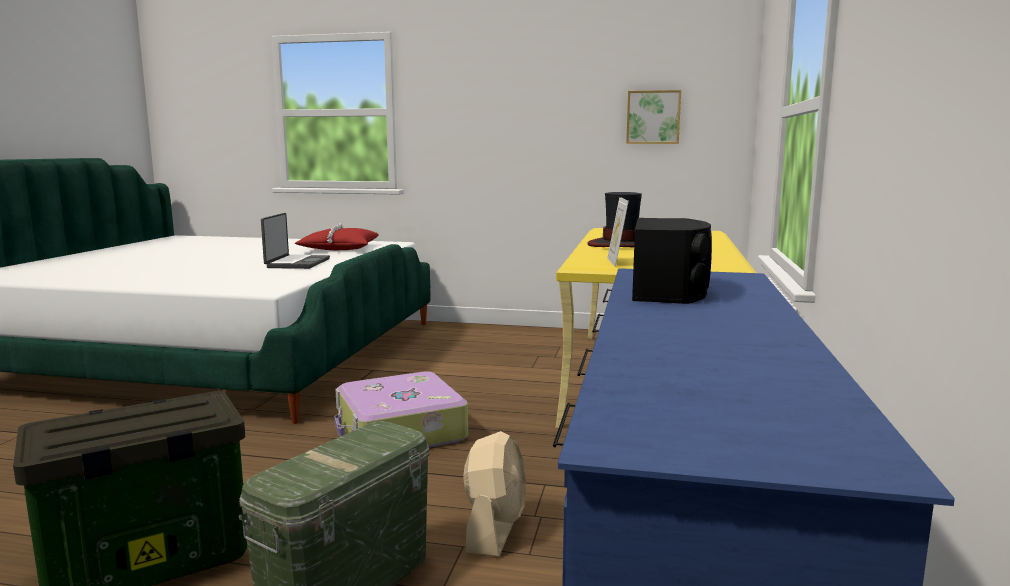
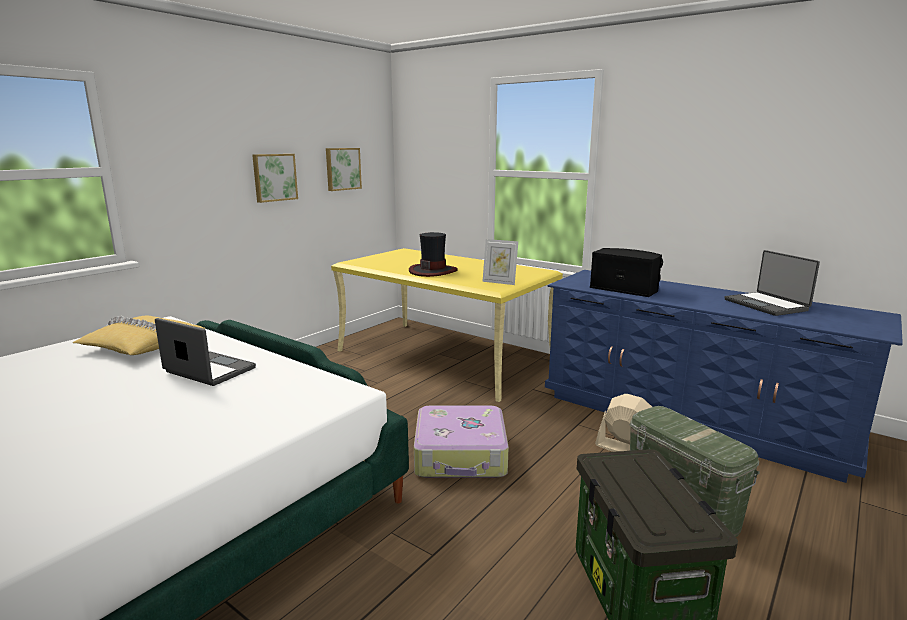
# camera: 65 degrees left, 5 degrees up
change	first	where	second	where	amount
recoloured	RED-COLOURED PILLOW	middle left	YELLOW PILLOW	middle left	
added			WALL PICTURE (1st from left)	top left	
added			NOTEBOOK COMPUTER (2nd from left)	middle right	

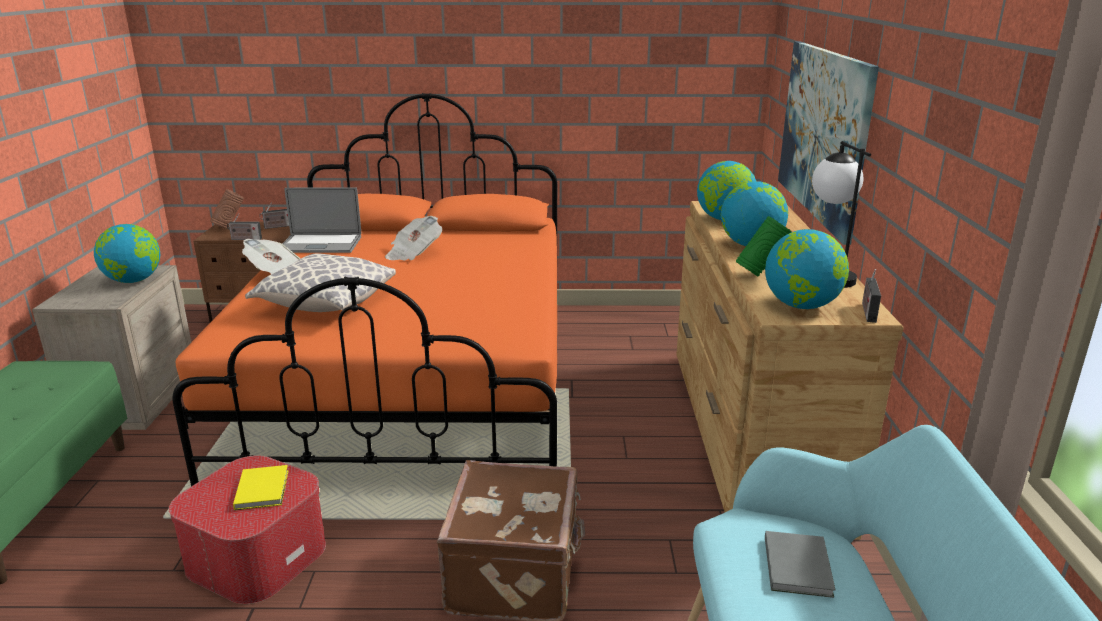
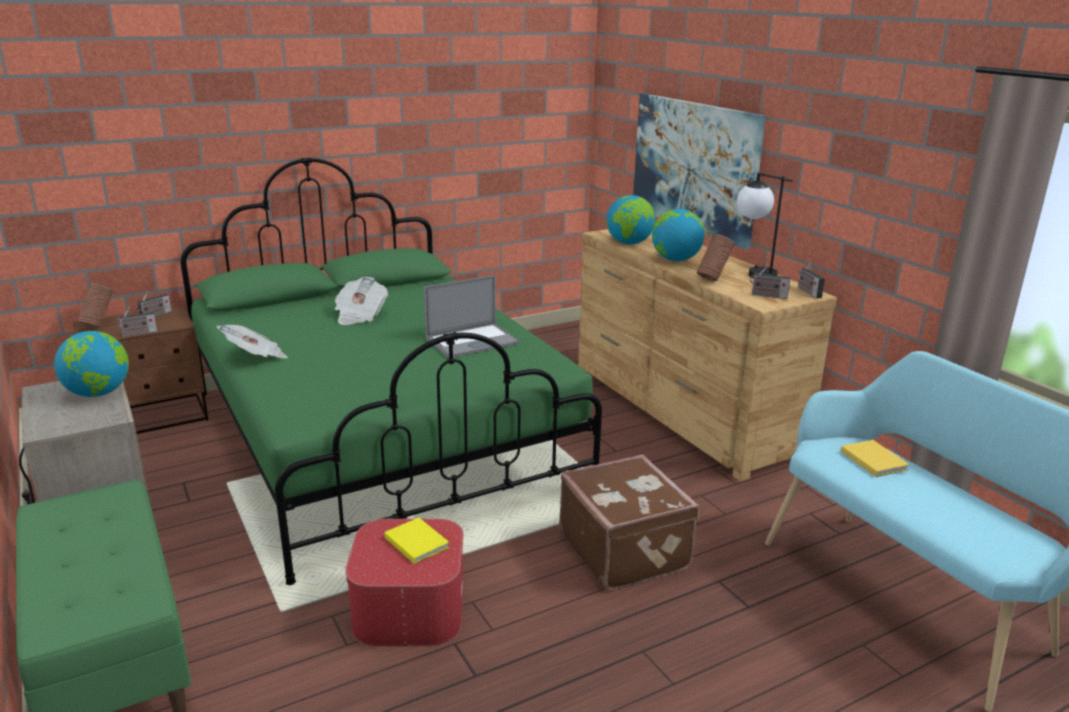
# camera: 30 degrees left, 0 degrees up
change	first	where	second	where	amount
recoloured	ORANGEY BEDROOM BED	middle left	GREEN-COLOURED BEDROOM BED	centre	
moved	NOTEBOOK COMPUTER	middle left		centre	
recoloured	GREEN-COLOURED DECORATIVE VASE	middle right	BROWN-COLOURED DECORATIVE VASE (2nd from left)	middle right	
replaced	GLOBE (4th from left)	middle right	RADIO (3rd from left)	middle right	
recoloured	GREY VOLUME	bottom right	YELLOW VOLUME (2nd from left)	middle right	
removed	PILLOW	middle left			

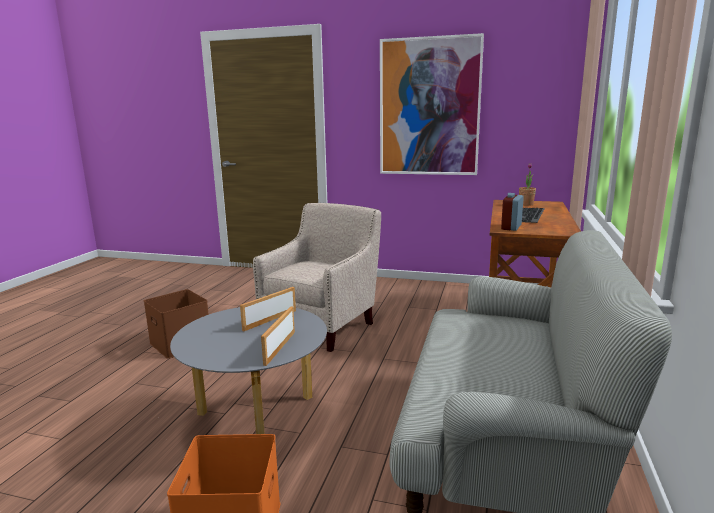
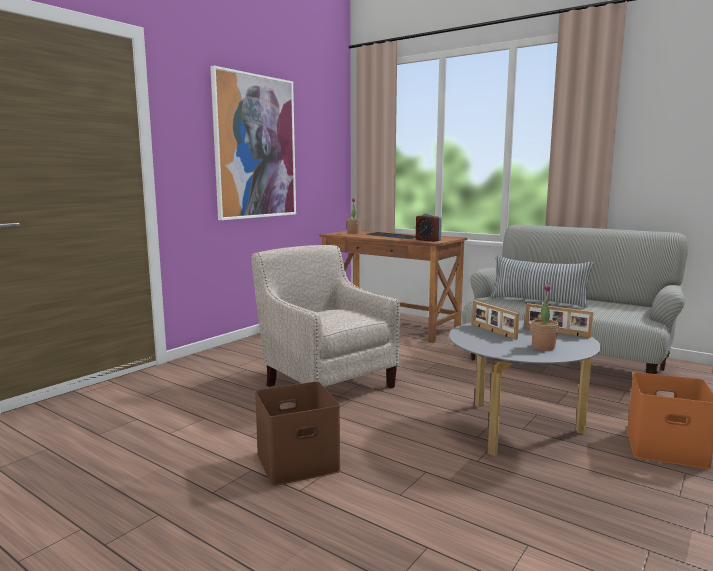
# camera: 70 degrees left, 5 degrees down
change	first	where	second	where	amount
added			PILLOW	middle right	
added			PLANT IN A POT (2nd from left)	middle right	

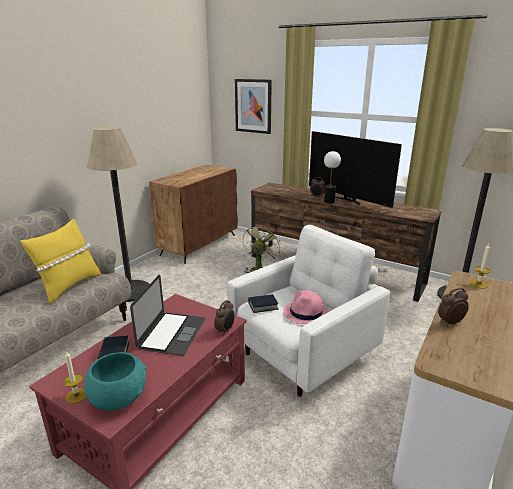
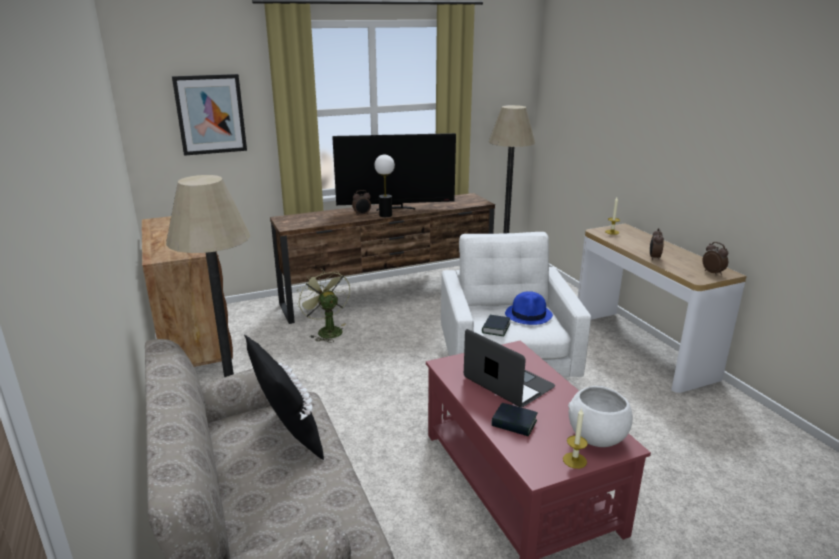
# camera: 55 degrees left, 0 degrees up
change	first	where	second	where	amount
recoloured	YELLOW PILLOW	middle left	BLACK-COLOURED PILLOW	bottom centre	
recoloured	PINKISH WEARABLE HAT	centre	BLUE-COLOURED WEARABLE HAT	centre	
recoloured	TURQUOISE-COLOURED SERVING BOWL	bottom left	WHITE SERVING BOWL	bottom right	
moved	TABLE CLOCK (1st from left in the first image)	centre	TABLE CLOCK (3rd from left)	middle right	

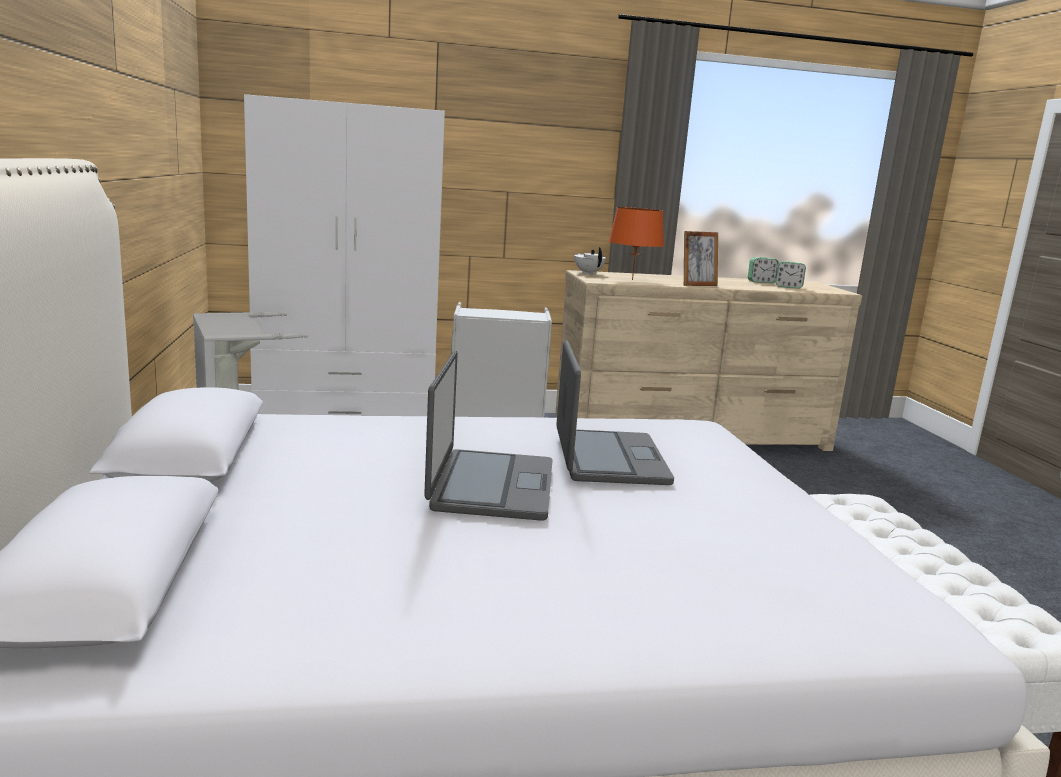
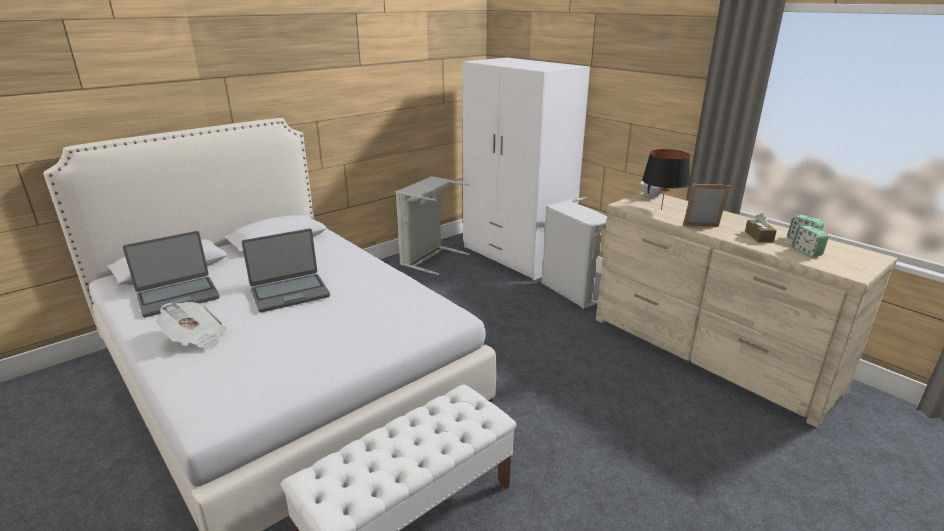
# camera: 60 degrees right, 10 degrees up
change	first	where	second	where	amount
moved	NOTEBOOK COMPUTER (2nd from left in the first image)	centre	NOTEBOOK COMPUTER (1st from left)	middle left	
added			PRINTED PAPER	middle left	
recoloured	ORANGEY TABLE LAMP	top centre	BLACK-COLOURED TABLE LAMP	middle right	
turned	PICTURE FRAME	top centre		middle right	150 degrees clockwise
added			BROWN-COLOURED TISSUE HOLDER	middle right	

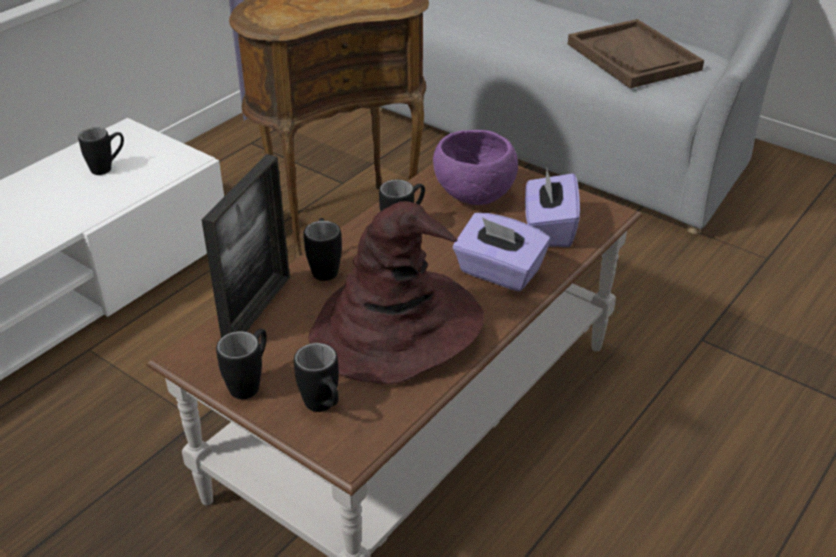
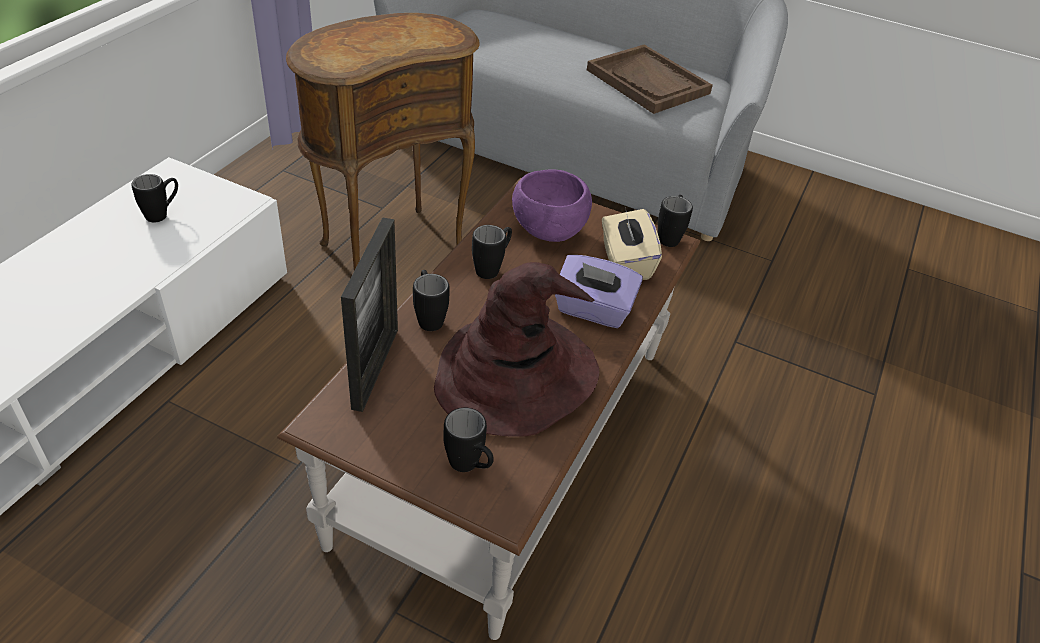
# camera: 15 degrees left, 5 degrees up
change	first	where	second	where	amount
recoloured	PURPLISH TISSUE HOLDER (2nd from left)	centre	BEIGE-COLOURED TISSUE HOLDER	centre	
moved	BLACK-COLOURED TEA MUG (2nd from left in the first image)	middle left	BLACK-COLOURED TEA MUG (5th from left)	centre	

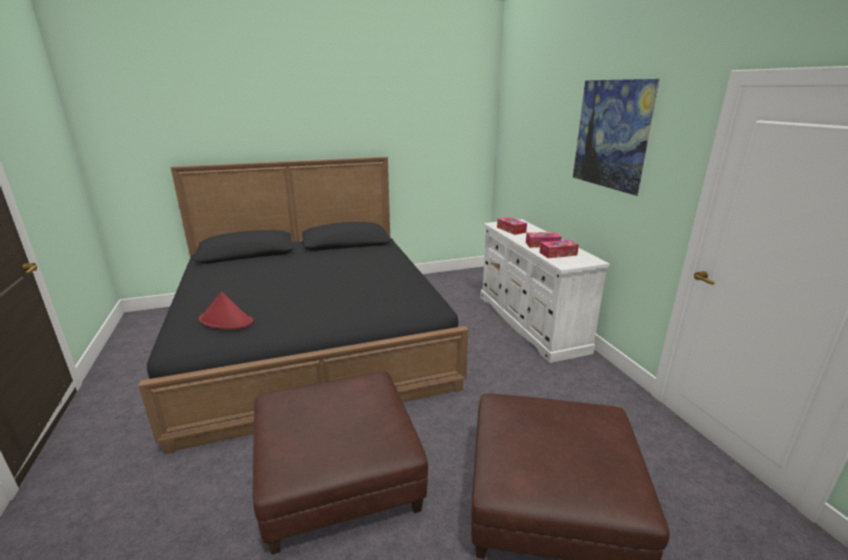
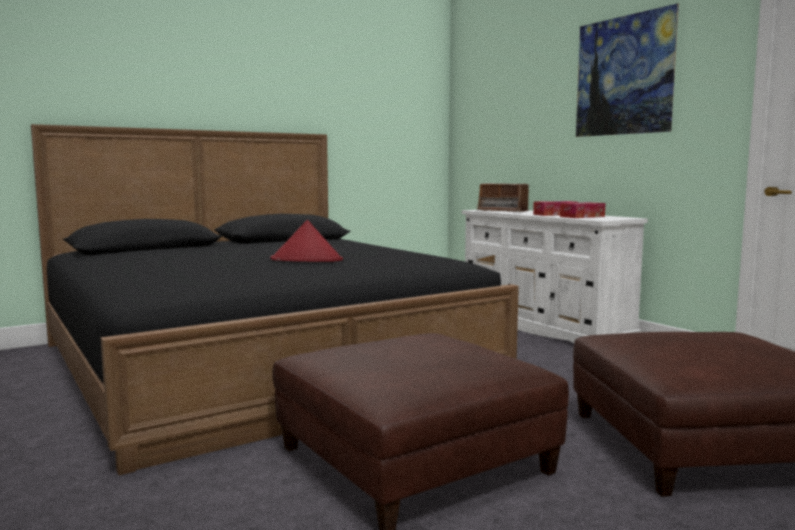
# camera: 15 degrees left, 15 degrees down
change	first	where	second	where	amount
moved	RED-COLOURED WEARABLE HAT	middle left		centre	
replaced	TISSUE HOLDER (1st from left)	centre	RADIO	centre	

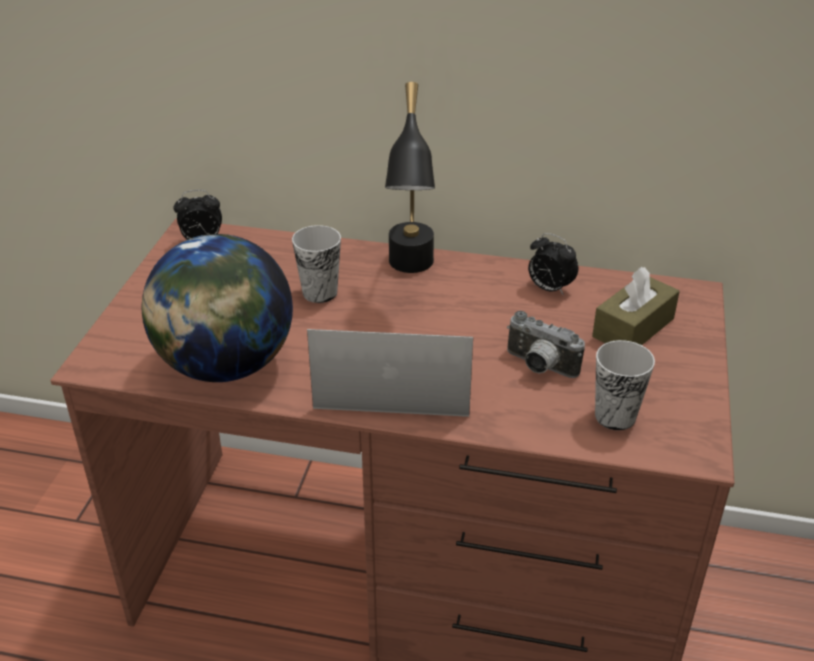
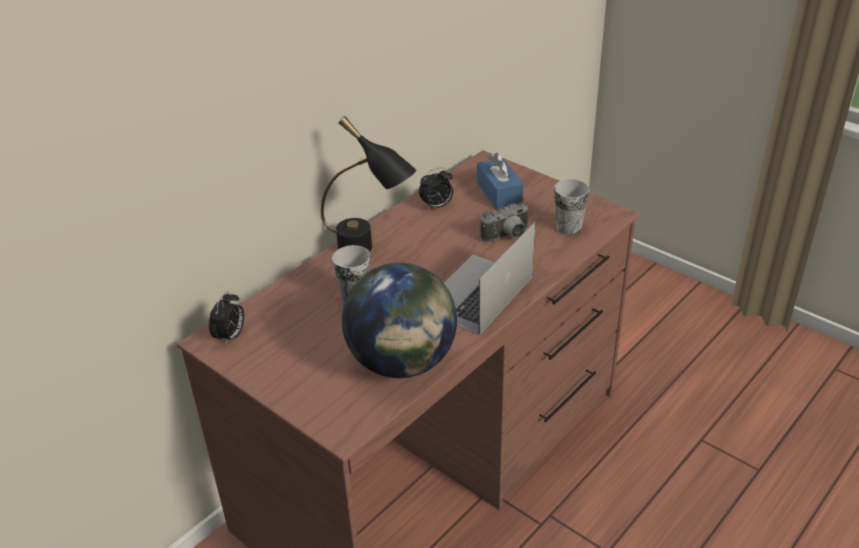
# camera: 60 degrees left, 0 degrees up
change	first	where	second	where	amount
recoloured	BROWN-COLOURED TISSUE HOLDER	middle right	BLUE-COLOURED TISSUE HOLDER	top centre	

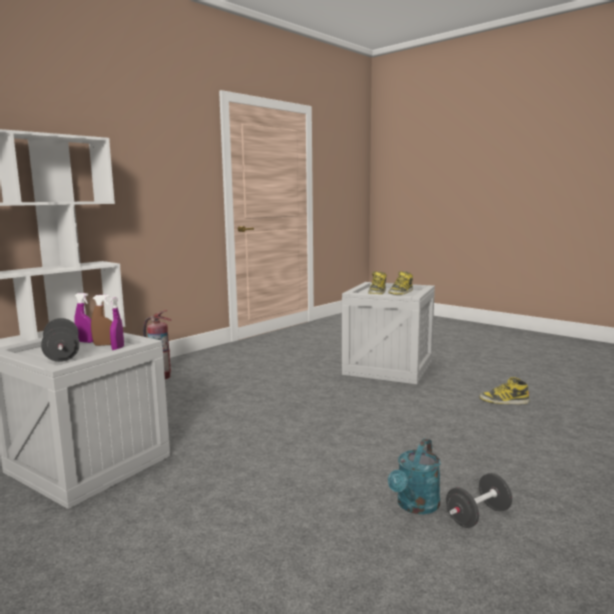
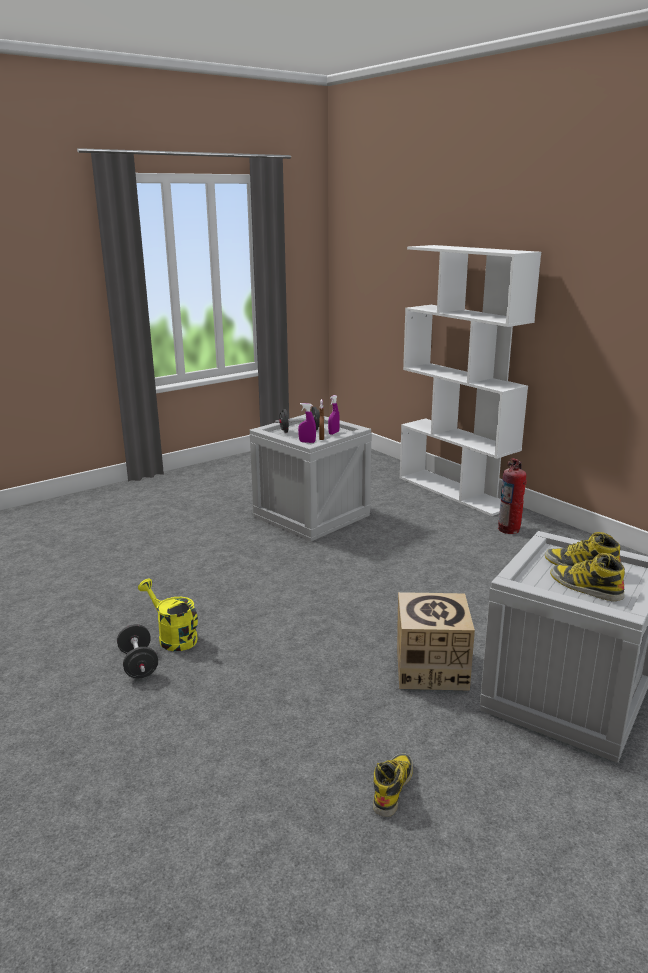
# camera: 100 degrees right, 10 degrees up
change	first	where	second	where	amount
recoloured	TURQUOISE-COLOURED WATERING CAN	bottom right	YELLOW WATERING CAN	middle left	
added			CARDBOARD BOX	middle right	

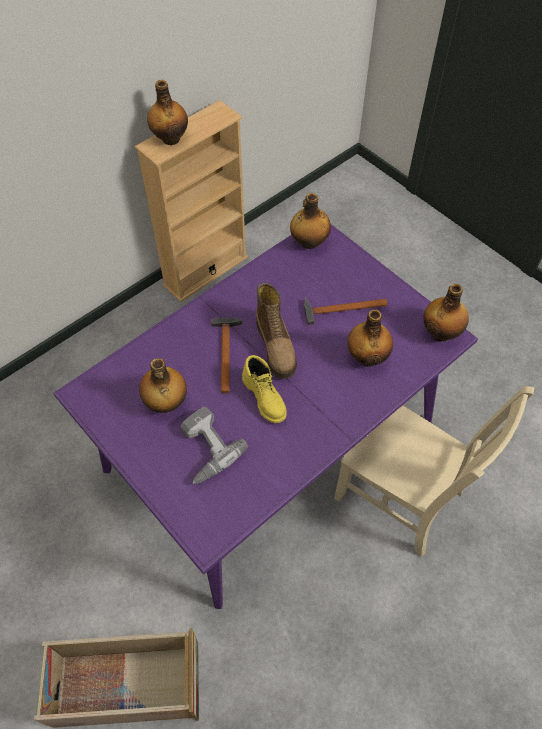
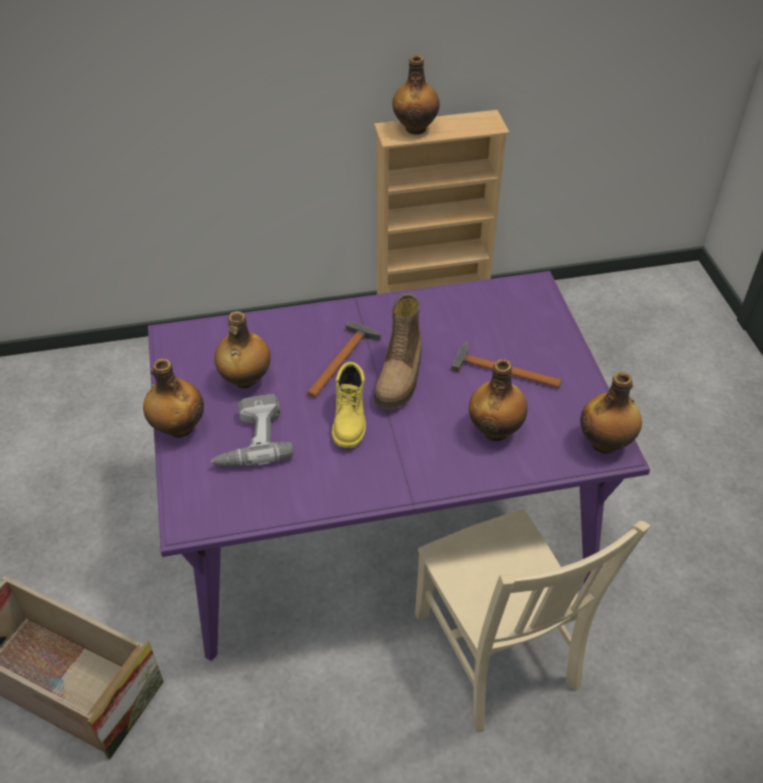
# camera: 30 degrees right, 10 degrees down
change	first	where	second	where	amount
moved	BEVERAGE BOTTLE (3rd from left in the first image)	top centre	BEVERAGE BOTTLE (1st from left)	middle left	

